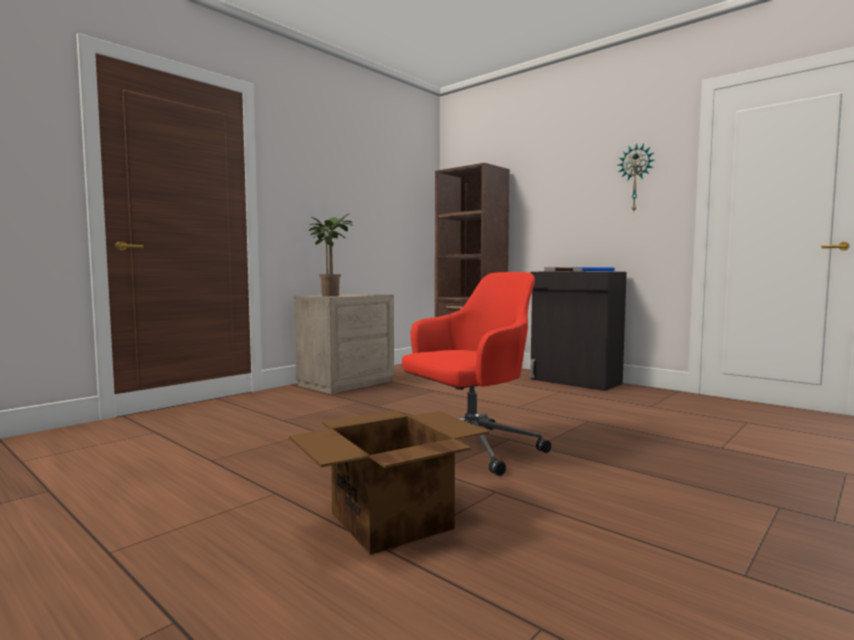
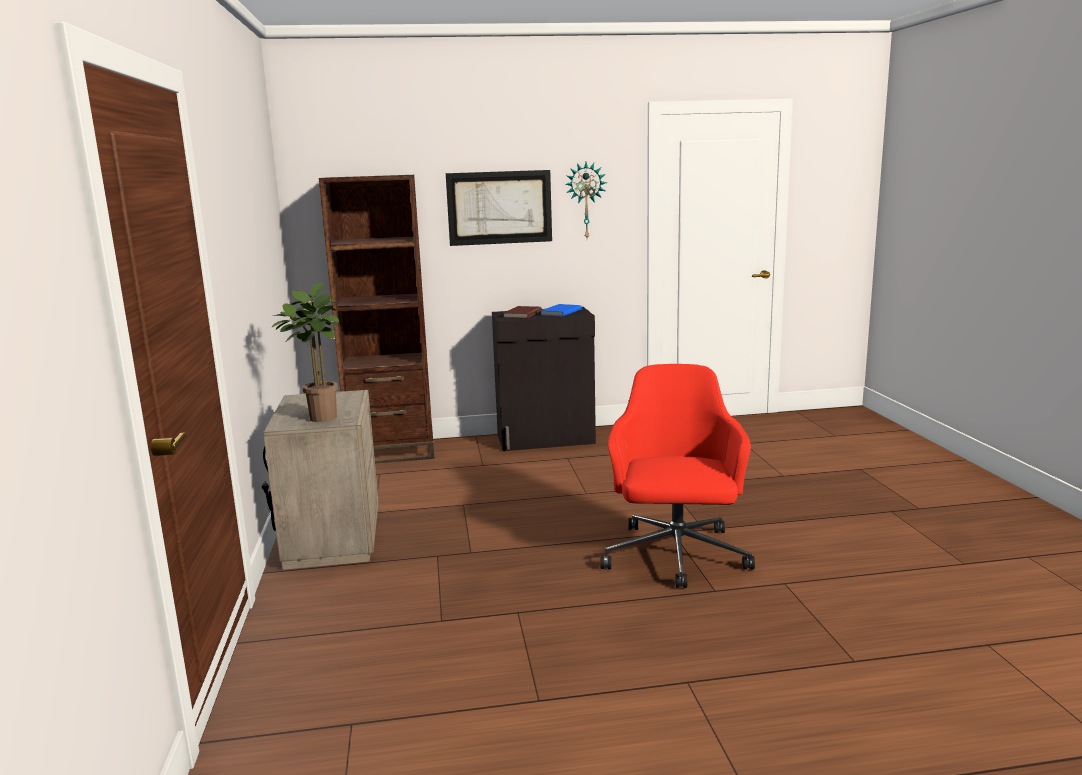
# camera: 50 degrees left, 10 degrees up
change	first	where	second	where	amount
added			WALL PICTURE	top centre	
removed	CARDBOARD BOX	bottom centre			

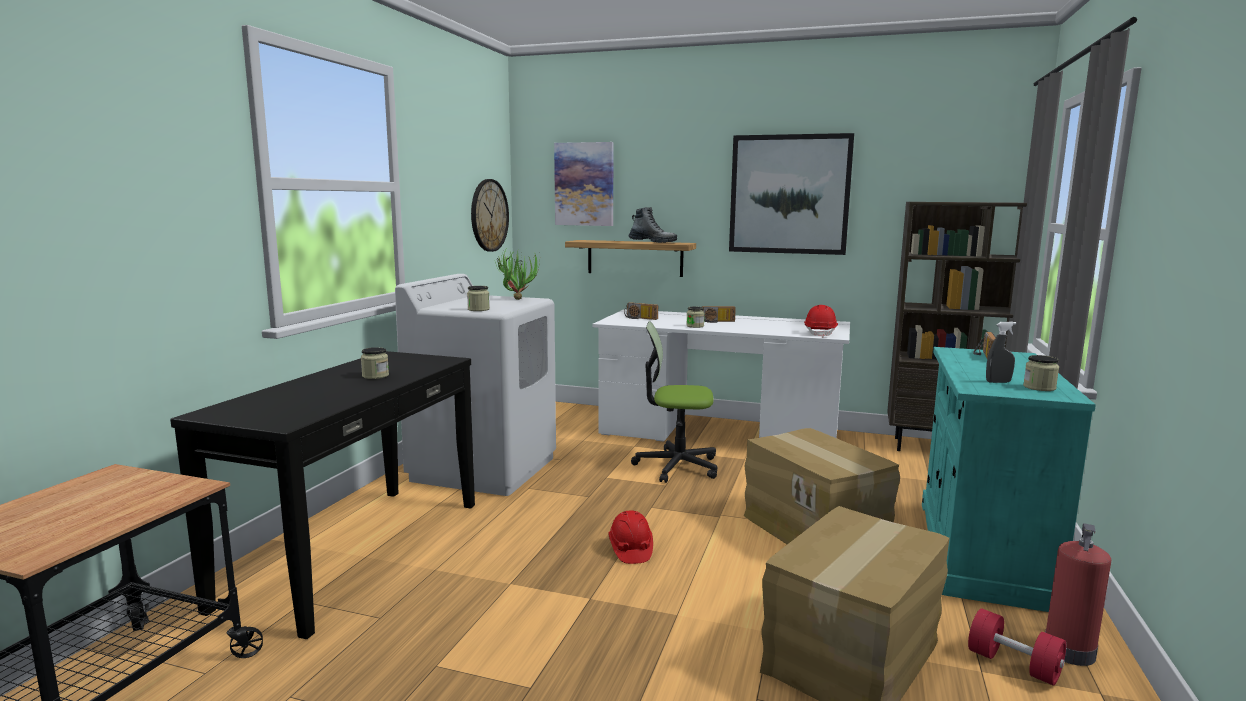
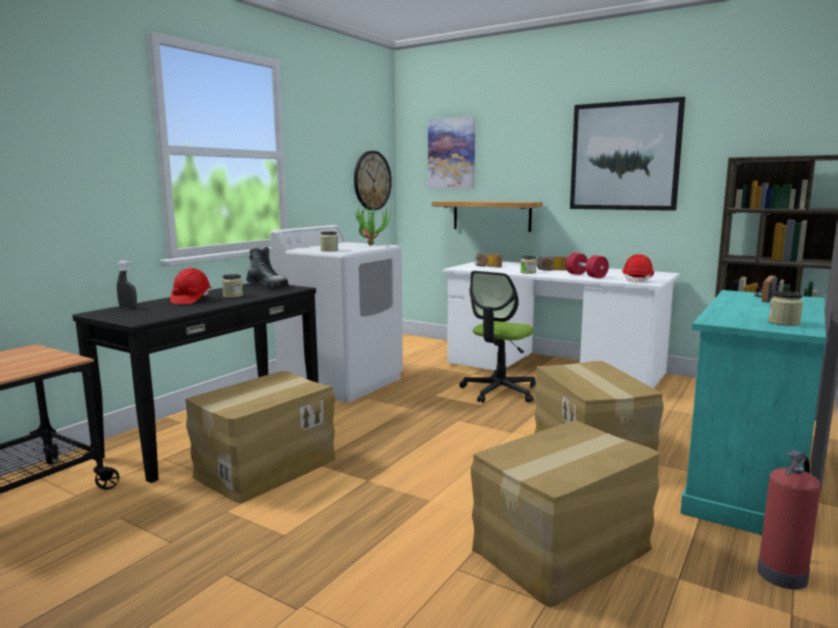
# camera: 15 degrees right, 0 degrees up
change	first	where	second	where	amount
moved	GREY HAND SPRAYER	middle right		middle left	
moved	RED-COLOURED SAFETY HELMET (1st from left)	bottom centre		middle left	
added			CARDBOARD BOX (1st from left)	bottom left	
moved	TALL BOOT	top centre		middle left	
turned	OFFICE CHAIR	centre		centre	75 degrees counterclockwise
moved	RED-COLOURED HAND WEIGHT	bottom right		middle right	

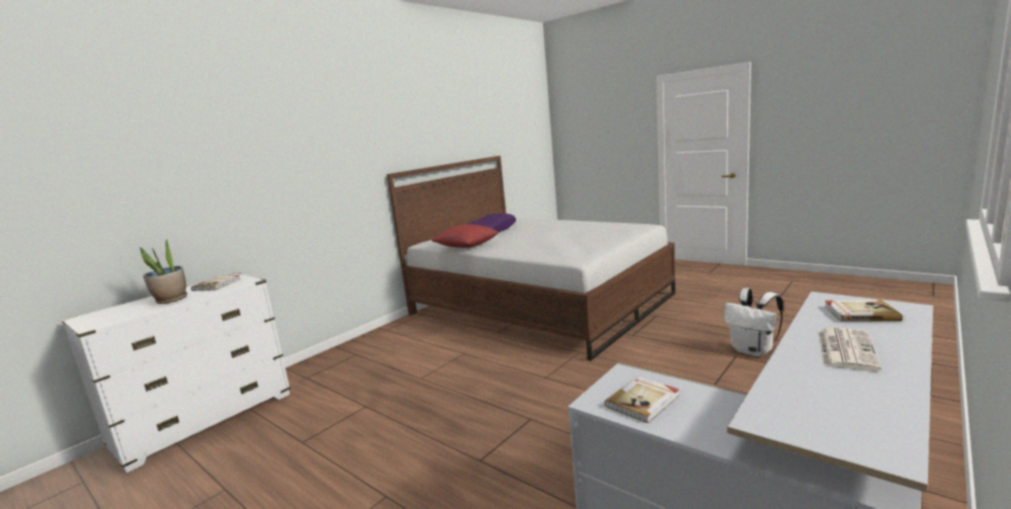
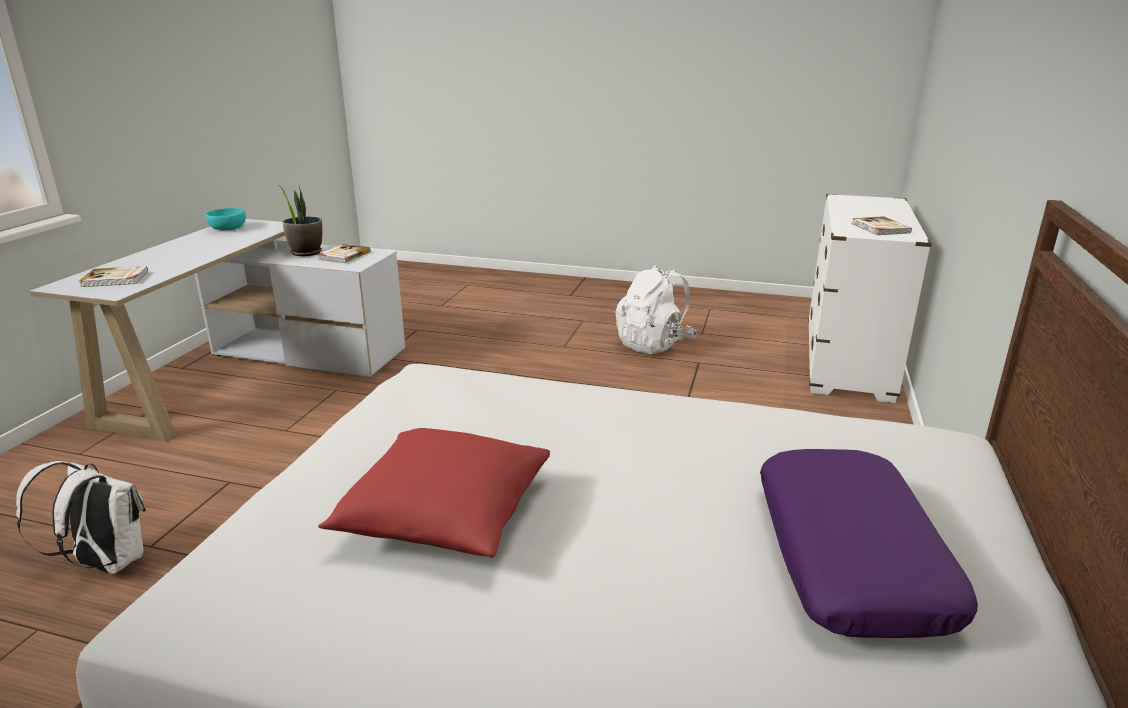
# camera: 155 degrees right, 10 degrees up
change	first	where	second	where	amount
added			TURQUOISE-COLOURED SERVING BOWL	top left	
moved	PLANT IN A POT	middle left		top left	
moved	RED-COLOURED PILLOW	centre		bottom centre	
added			WHITE BACKPACK (2nd from left)	centre	
removed	PRINTED PAPER	bottom right			

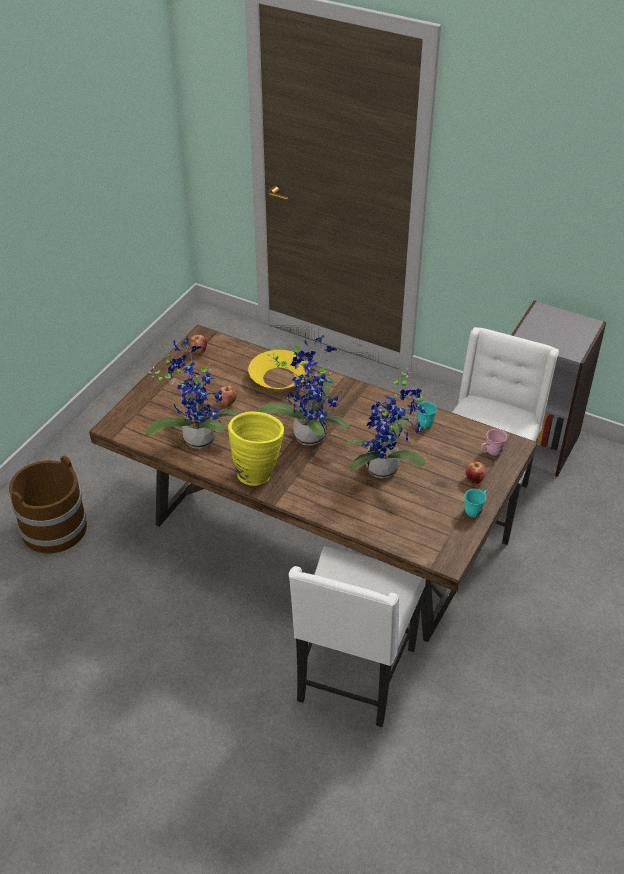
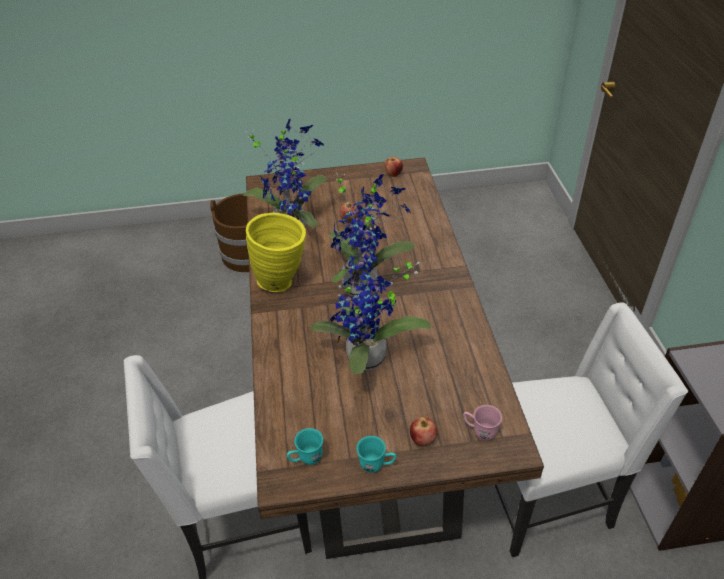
# camera: 55 degrees right, 0 degrees up
change	first	where	second	where	amount
moved	TURQUOISE-COLOURED TEA MUG (1st from left)	middle right		bottom centre	
removed	YELLOW SERVING BOWL	centre			

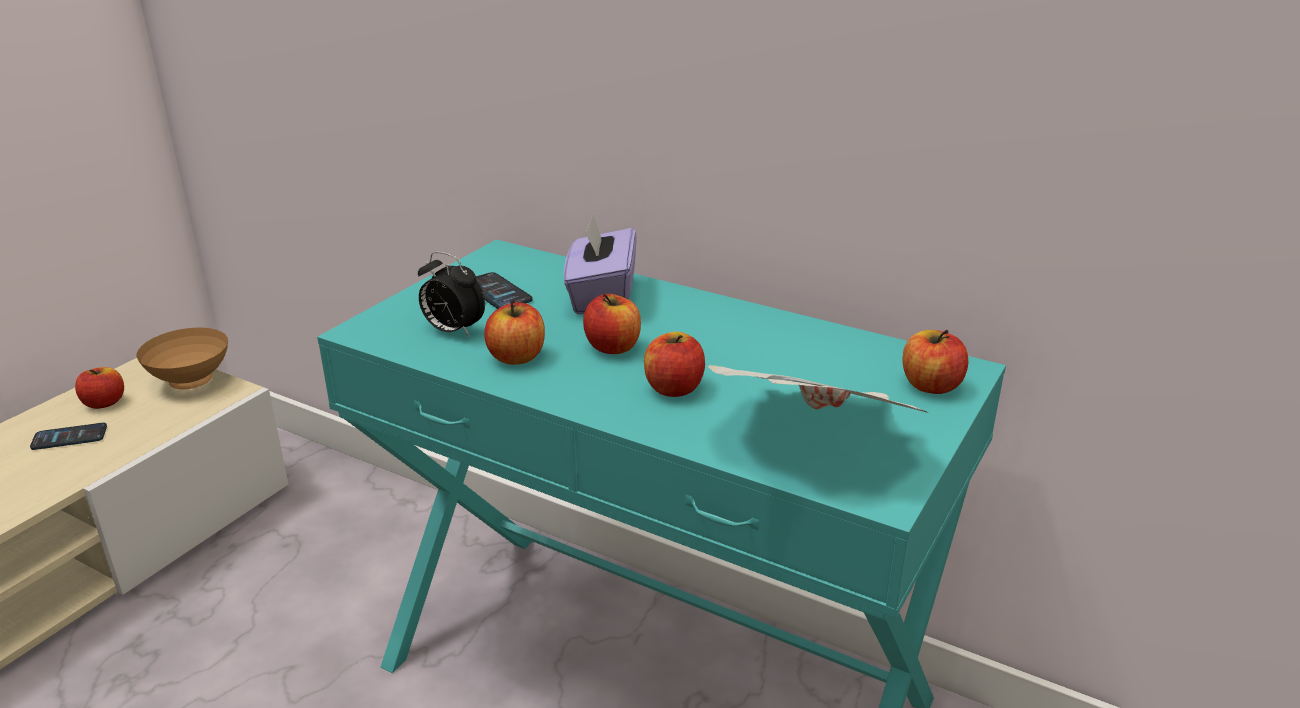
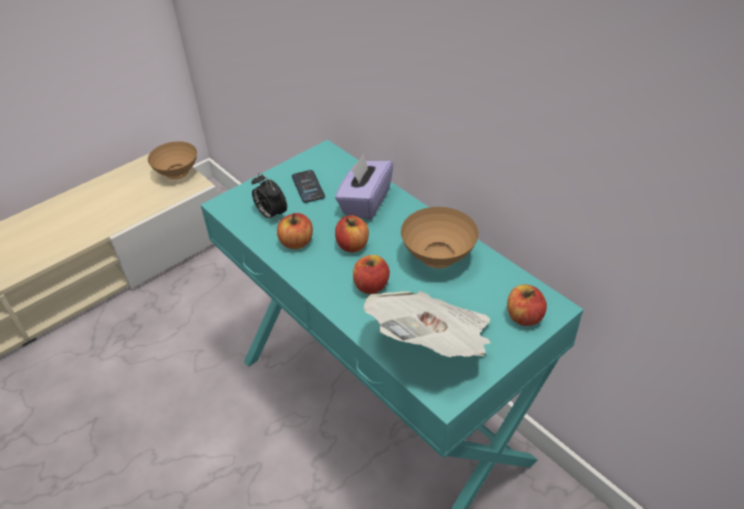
# camera: 20 degrees right, 15 degrees up
change	first	where	second	where	amount
added			BROWN-COLOURED SERVING BOWL (2nd from left)	centre	
removed	PHONE (1st from left)	middle left			
removed	WHOLE APPLE (1st from left)	middle left			

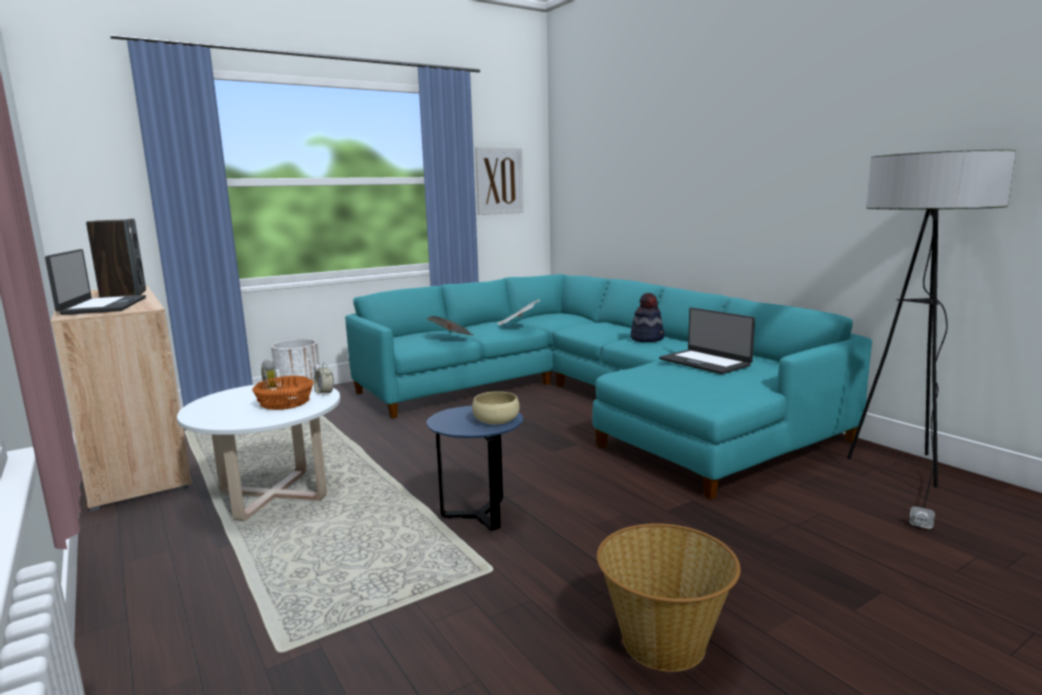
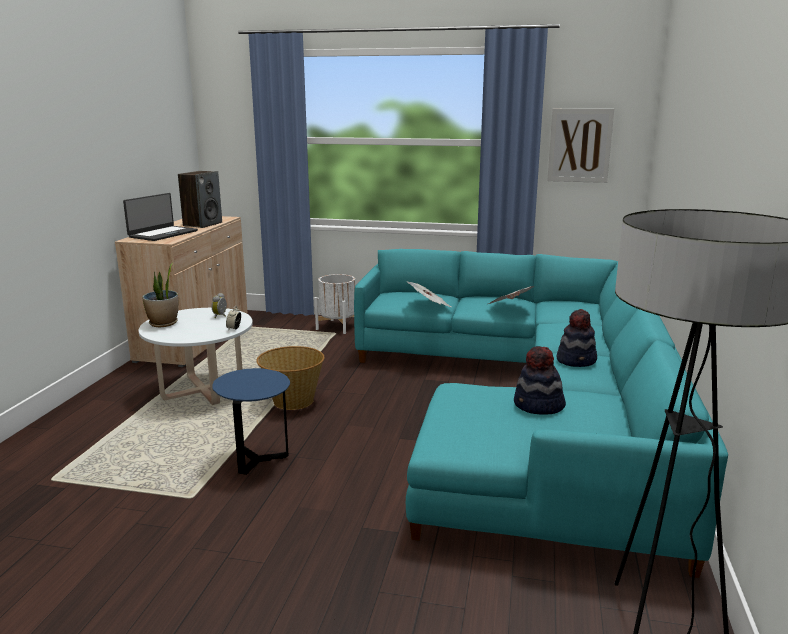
# camera: 45 degrees right, 5 degrees up
change	first	where	second	where	amount
added			PLANT IN A POT	middle left	
moved	HOUSEHOLD BASKET	bottom centre		centre	
replaced	NOTEBOOK COMPUTER (2nd from left)	middle right	WEARABLE HAT (1st from left)	middle right	
removed	ORANGEY SERVING BOWL	middle left			
removed	BEIGE-COLOURED SERVING BOWL	centre			

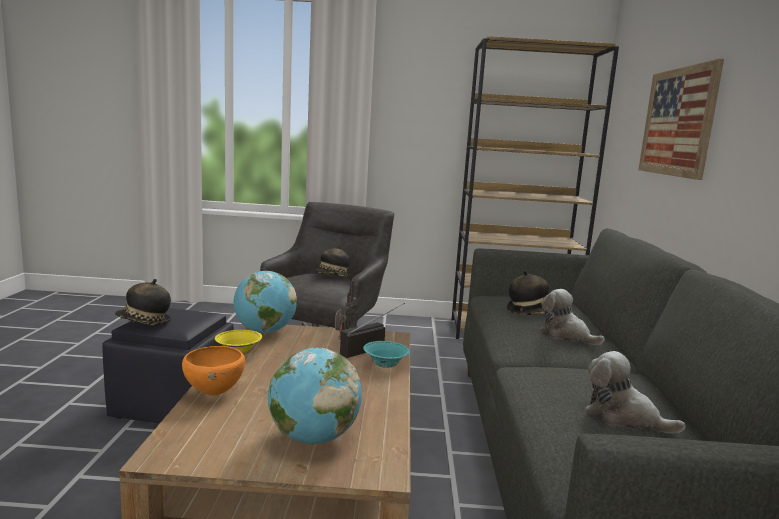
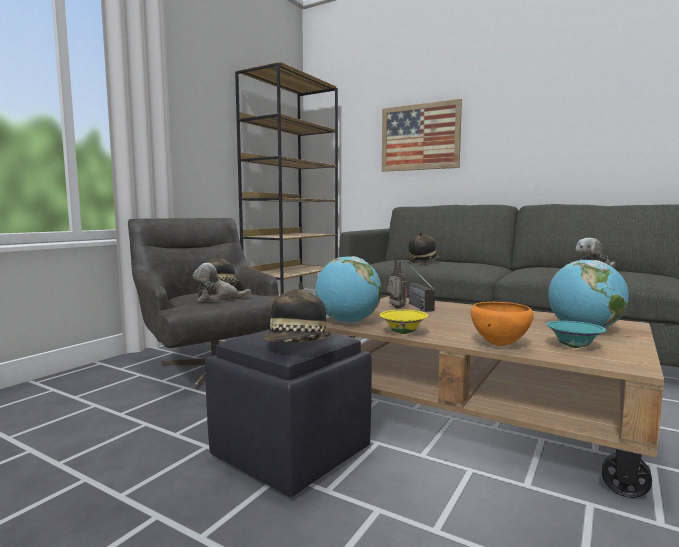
# camera: 60 degrees left, 5 degrees down
change	first	where	second	where	amount
moved	SOFT TOY (1st from left)	middle right		middle left	
moved	TURQUOISE-COLOURED SERVING BOWL	bottom centre		middle right	

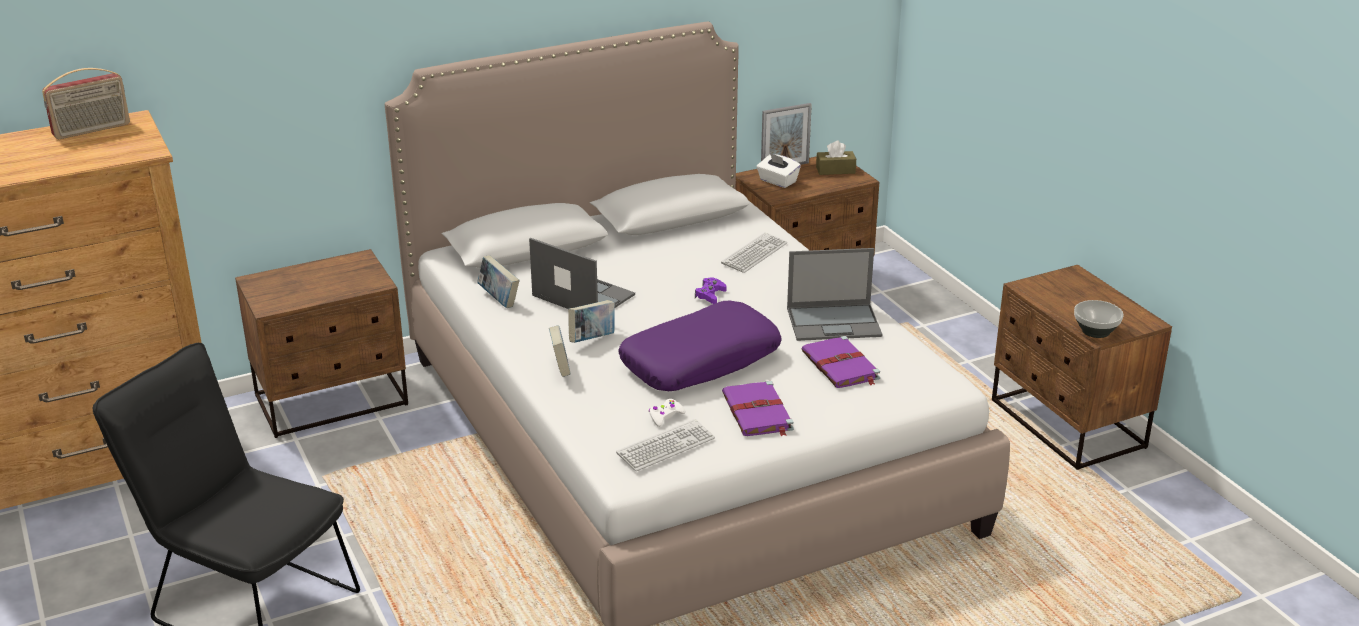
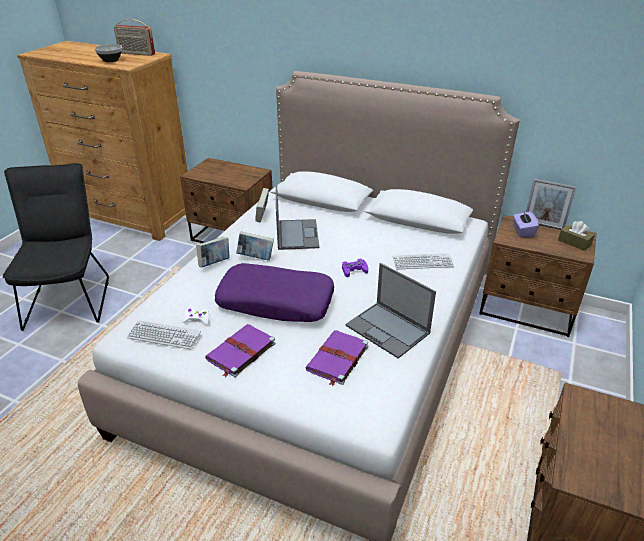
# camera: 50 degrees right, 5 degrees up
change	first	where	second	where	amount
moved	SERVING BOWL	middle right		top left	
recoloured	WHITE TISSUE HOLDER	top centre	PURPLISH TISSUE HOLDER	middle right	

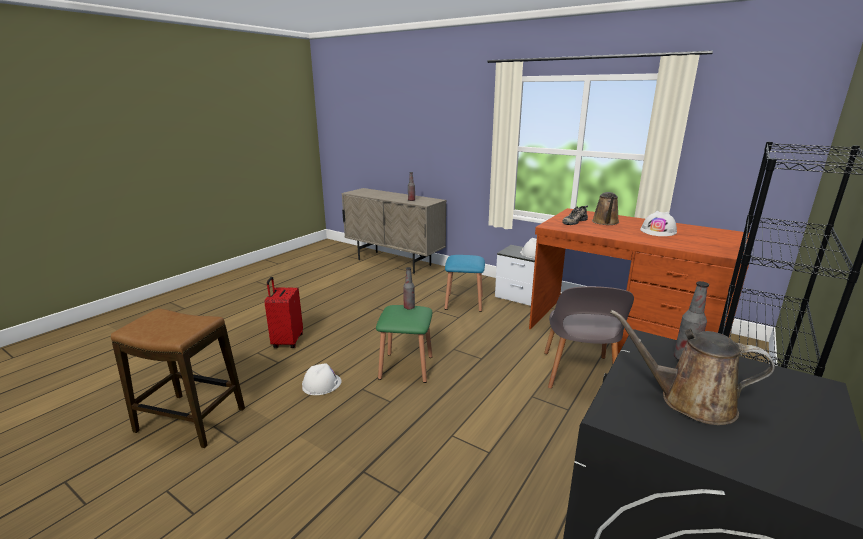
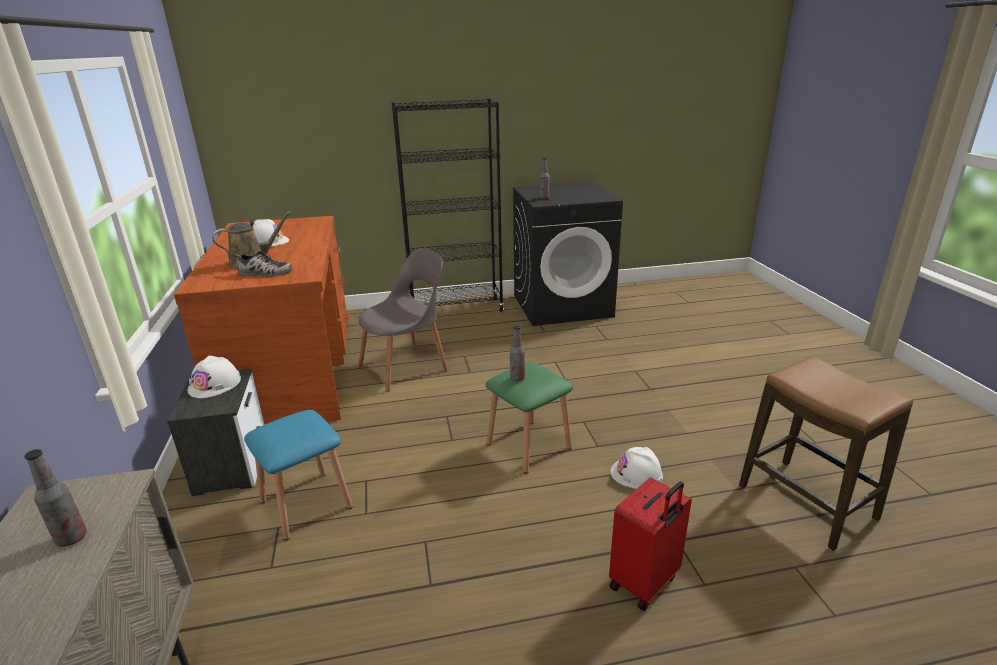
# camera: 135 degrees left, 5 degrees up
change	first	where	second	where	amount
removed	BROWN-COLOURED WATERING CAN (2nd from left)	bottom right			

